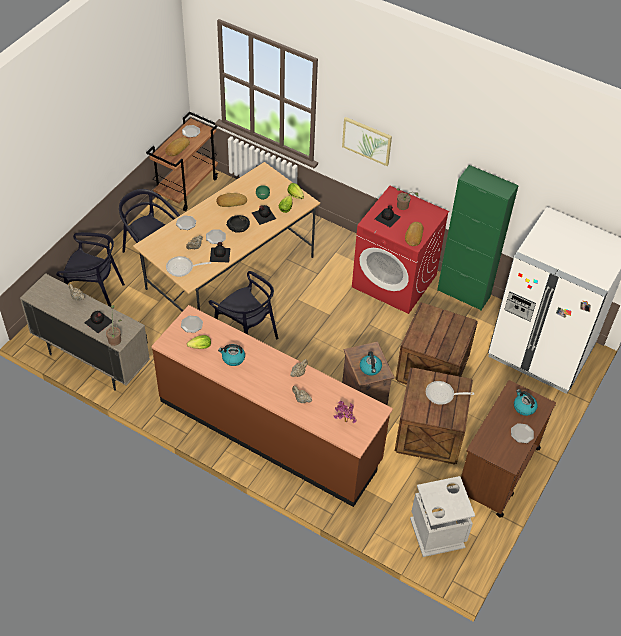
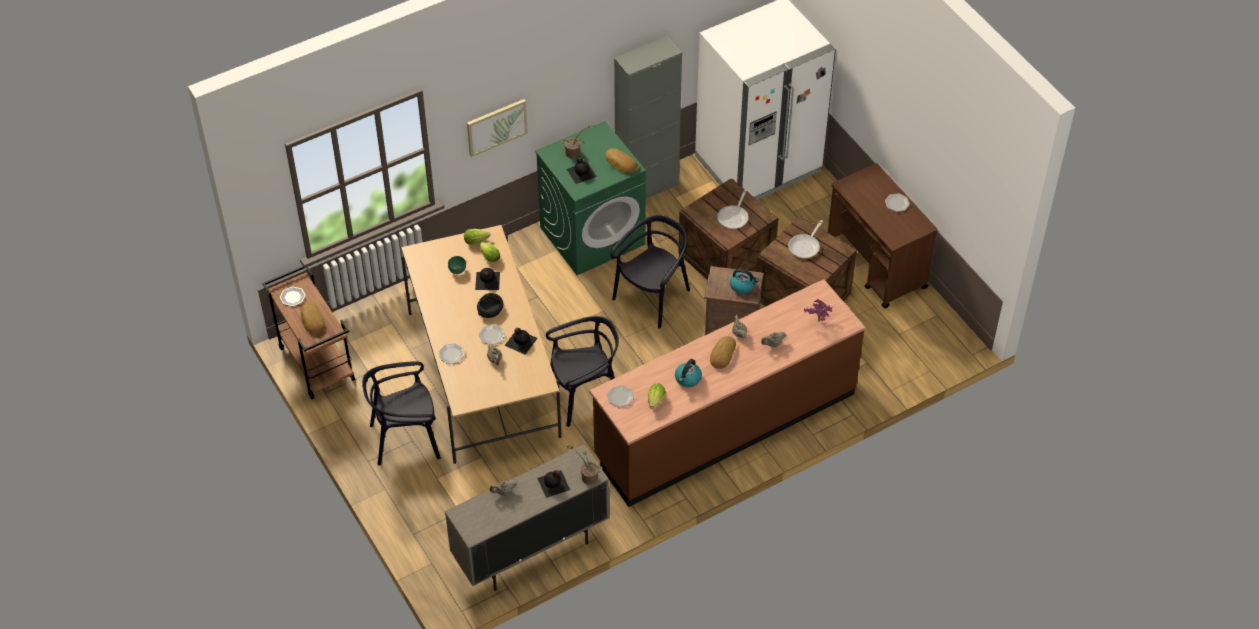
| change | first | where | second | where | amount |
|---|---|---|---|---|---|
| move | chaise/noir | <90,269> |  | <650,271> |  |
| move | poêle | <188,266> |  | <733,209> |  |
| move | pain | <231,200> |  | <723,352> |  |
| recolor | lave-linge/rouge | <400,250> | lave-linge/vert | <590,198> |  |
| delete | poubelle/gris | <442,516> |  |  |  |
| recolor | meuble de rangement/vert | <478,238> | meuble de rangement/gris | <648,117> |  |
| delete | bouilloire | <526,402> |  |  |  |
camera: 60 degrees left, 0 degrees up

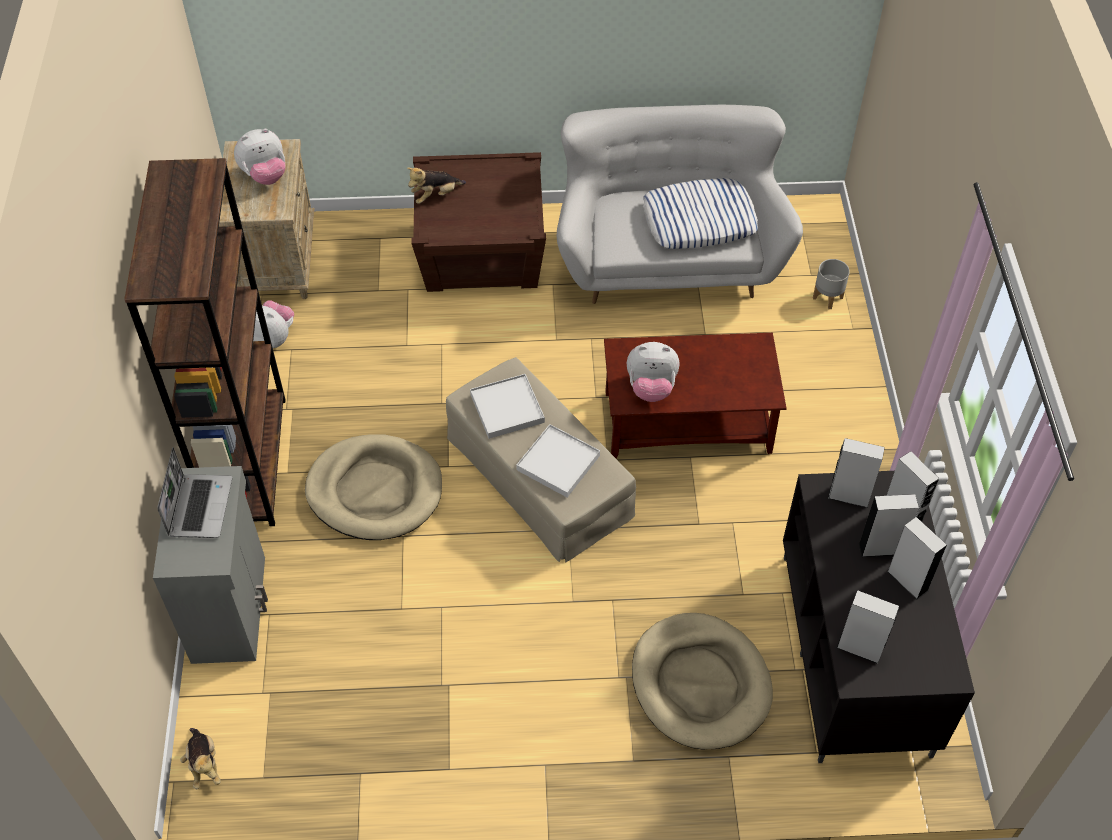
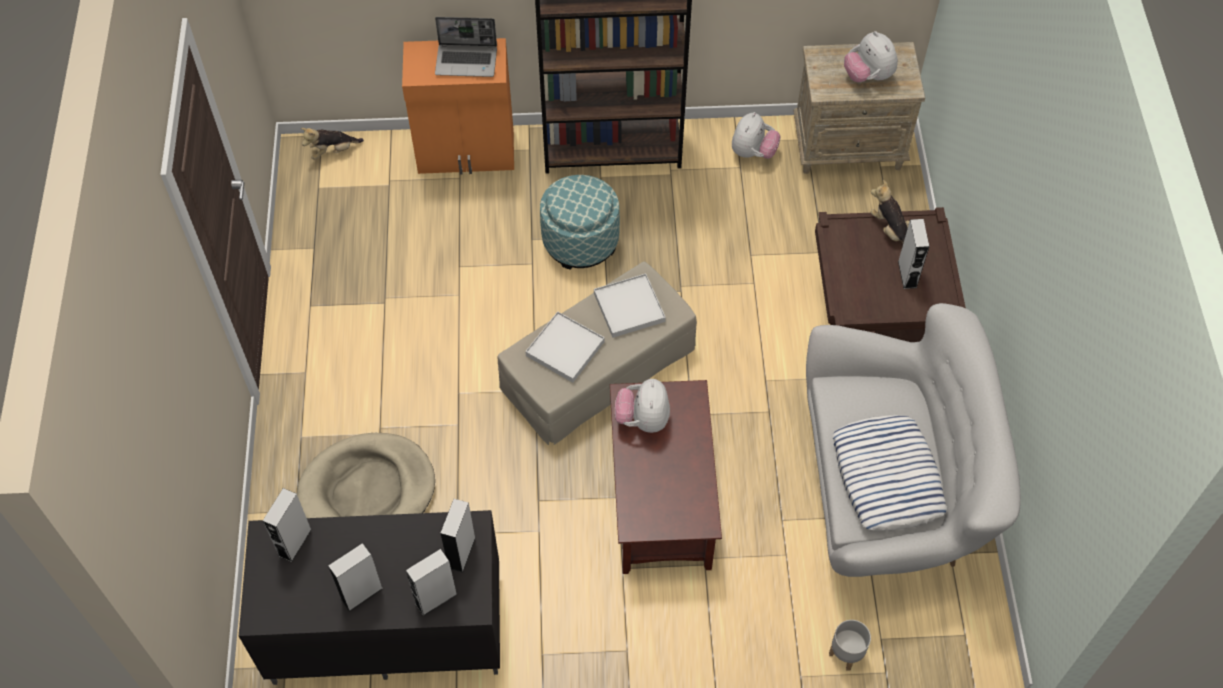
| change | first | where | second | where | amount |
|---|---|---|---|---|---|
| recolor | meuble de rangement/gris | <210,565> | meuble de rangement/orange | <458,106> |  |
| replace | panier pour chien/beige | <373,487> | pouf | <580,222> |  |
| move | enceinte/gris | <888,525> |  | <913,254> |  |
camera: 90 degrees right, 5 degrees up

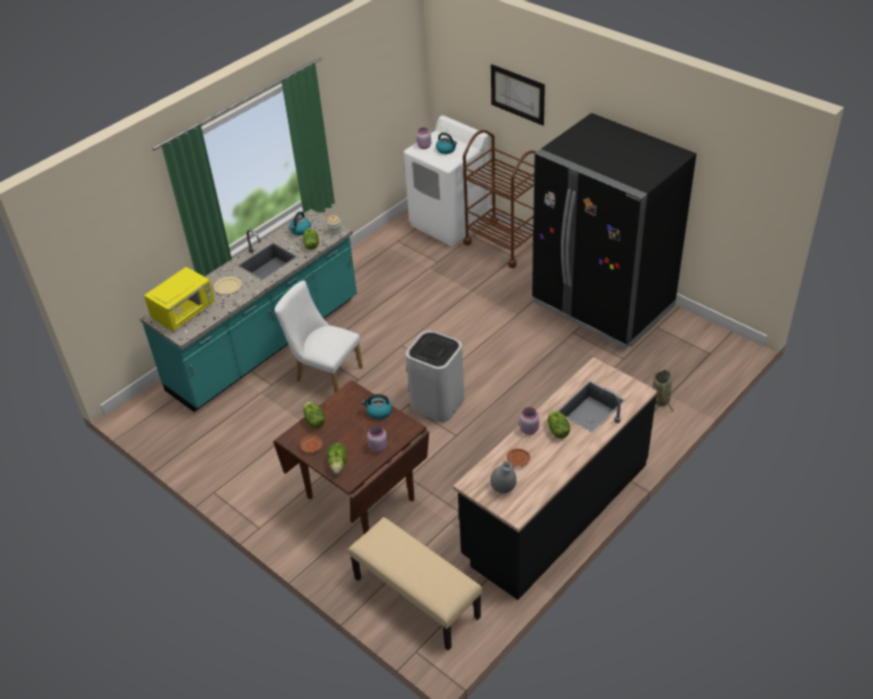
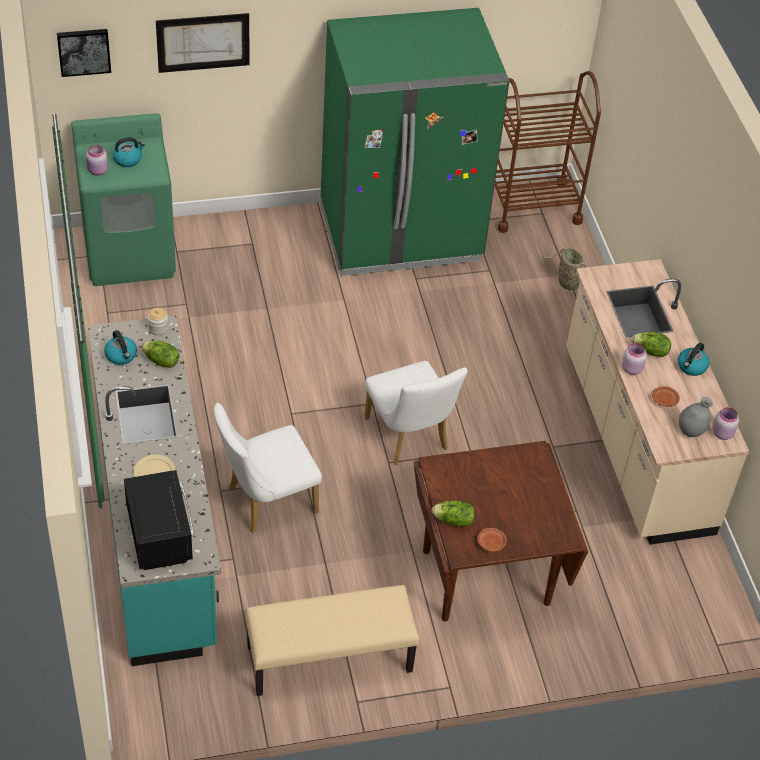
| change | first | where | second | where | amount |
|---|---|---|---|---|---|
| recolor | micro-ondes/jaune | <179,299> | micro-ondes/noir | <158,520> |  |
| delete | laitue | <337,458> |  |  |  |
| move | banc/beige | <415,584> |  | <332,640> |  |
| move | bouilloire | <377,407> |  | <693,359> |  |
| move | bocal/rose | <377,438> |  | <725,423> |  |
| recolor | lave-linge/blanc | <447,180> | lave-linge/vert | <123,199> |  |
| replace | poubelle/blanc | <435,376> | chaise/blanc | <416,413> |  |
| recolor | comptoir de cuisine/noir | <555,478> | comptoir de cuisine/beige | <657,402> |  |
| move | chariot/marron | <499,199> |  | <548,152> |  |
| recolor | réfrigérateur/noir | <614,231> | réfrigérateur/vert | <415,142> |  |
| insert |  |  | tableau | <84,53> |  |
camera: 60 degrees left, 5 degrees up

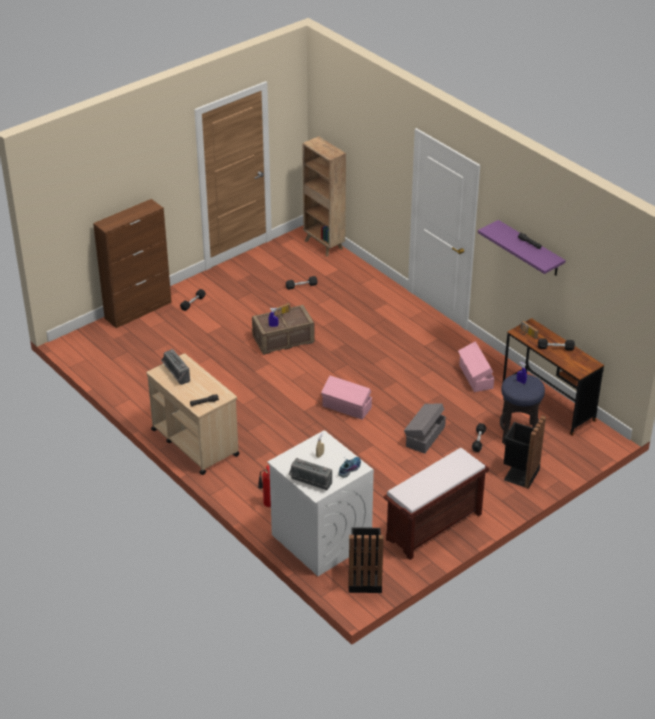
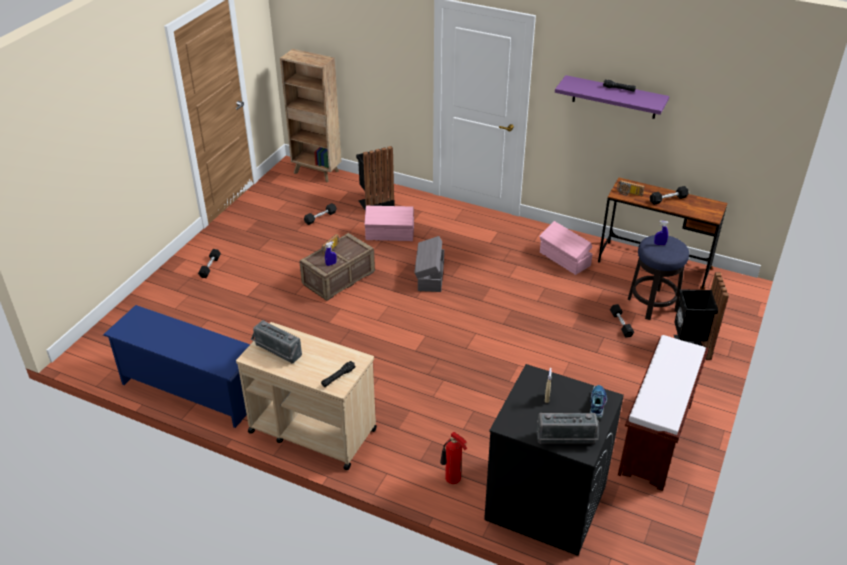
| change | first | where | second | where | amount |
|---|---|---|---|---|---|
| delete | meuble de rangement/marron | <132,263> |  |  |  |
| recolor | lave-linge/blanc | <320,503> | lave-linge/noir | <554,460> |  |
| move | boîte de rangement/rose | <346,398> |  | <389,223> |  |
| move | poubelle/noir | <366,560> |  | <375,178> |  |
| move | boîte de rangement/gris | <425,428> |  | <429,264> |  |
| insert |  |  | étagère à chaussures/bleu | <176,366> |  |
camera: 25 degrees left, 0 degrees up

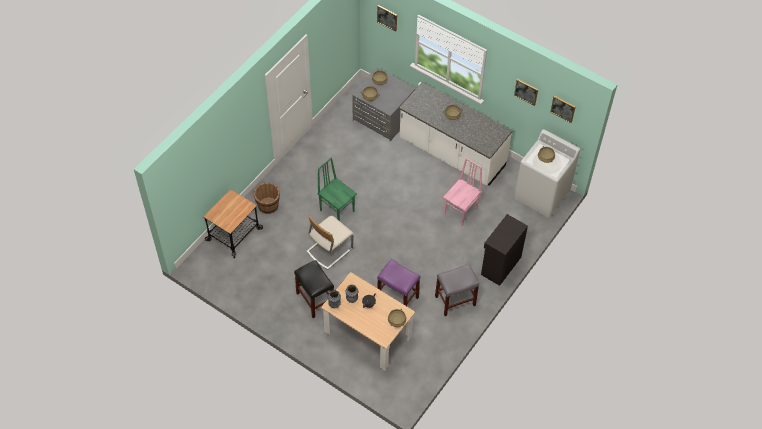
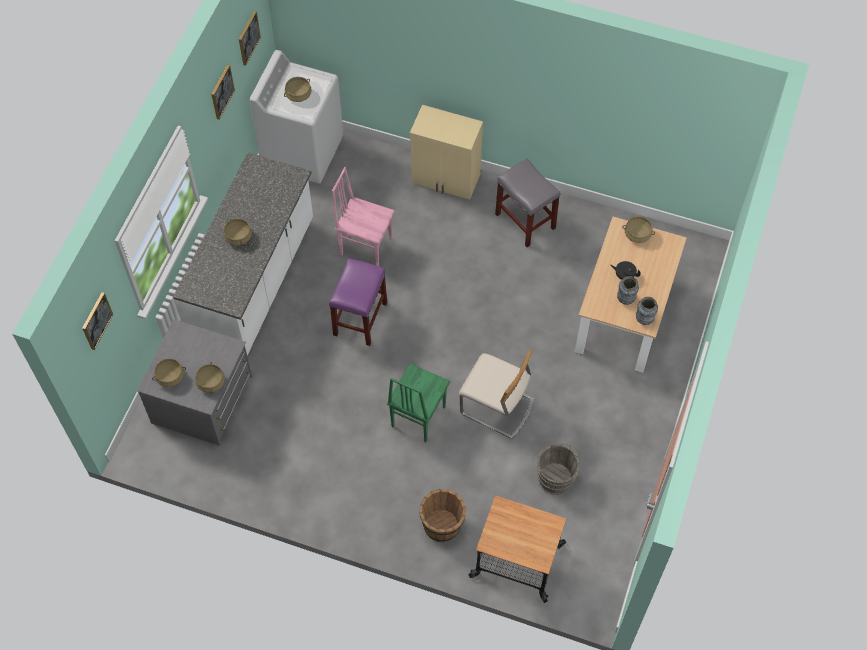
| change | first | where | second | where | amount |
|---|---|---|---|---|---|
| delete | tabouret/noir | <314,289> |  |  |  |
| move | tabouret/violet | <399,282> |  | <358,302> |  |
| recolor | meuble de rangement/noir | <504,250> | meuble de rangement/beige | <446,152> |  |
| insert |  |  | seau/gris | <555,469> |  |
camera: 105 degrees left, 5 degrees up

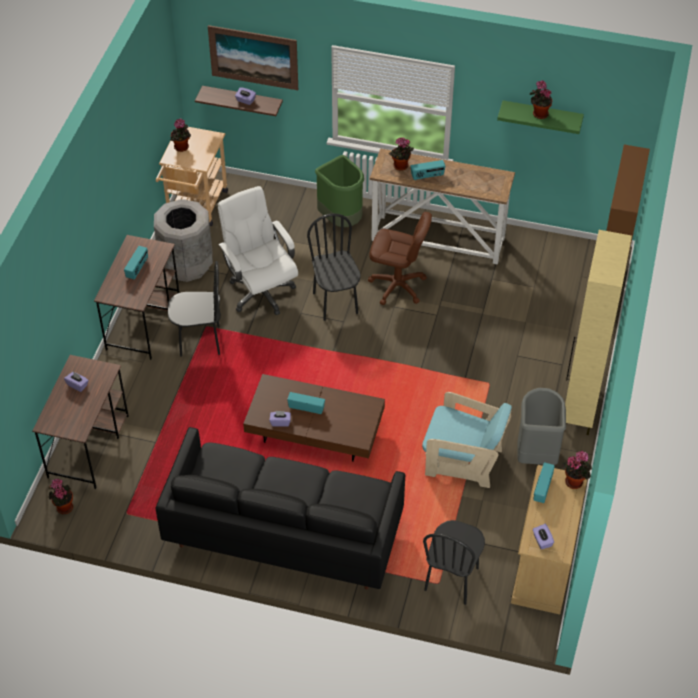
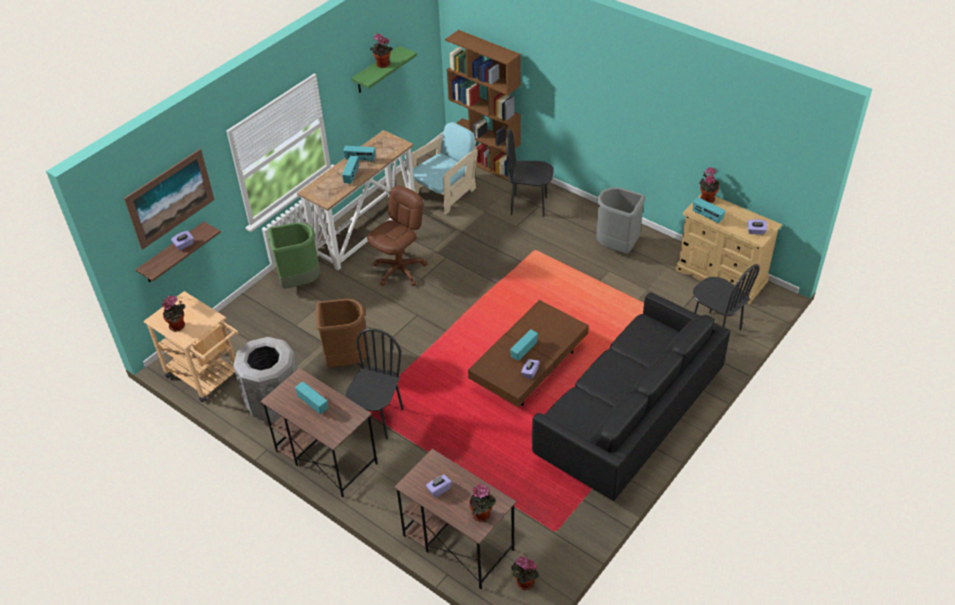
| change | first | where | second | where | amount |
|---|---|---|---|---|---|
| replace | chaise de bureau/blanc | <258,250> | poubelle/marron | <342,333> |  |
| move | chaise/noir | <334,267> |  | <530,173> |  |
| move | plante en pot | <401,154> |  | <482,503> |  |
| move | fauteuil/turquoise | <467,440> |  | <444,168> |  |
| delete | meuble de rangement/beige | <598,332> |  |  |  |
| insert |  |  | radio | <359,154> |  |
camera: 65 degrees left, 5 degrees down

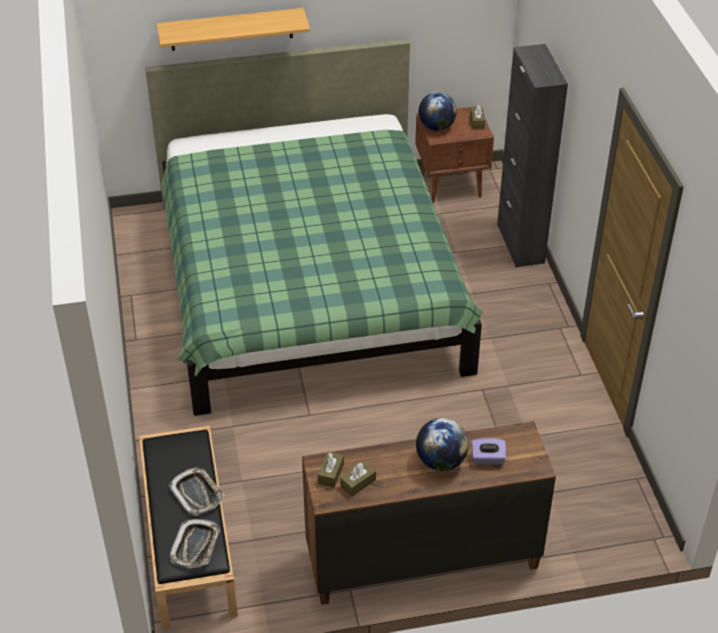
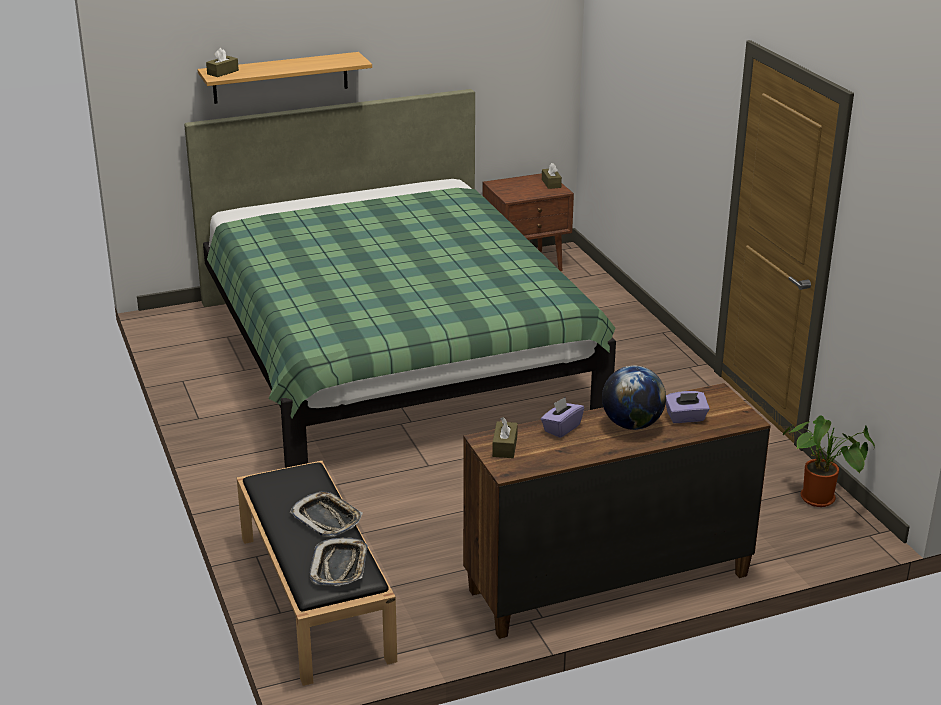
| change | first | where | second | where | amount |
|---|---|---|---|---|---|
| move | boîte à mouchoirs/marron | <358,479> |  | <222,62> |  |
| delete | globe | <438,111> |  |  |  |
| delete | meuble de rangement/noir | <532,155> |  |  |  |
| insert |  |  | boîte à mouchoirs/violet | <562,417> |  |
| insert |  |  | plante en pot | <829,461> |  |
camera: 10 degrees left, 15 degrees down

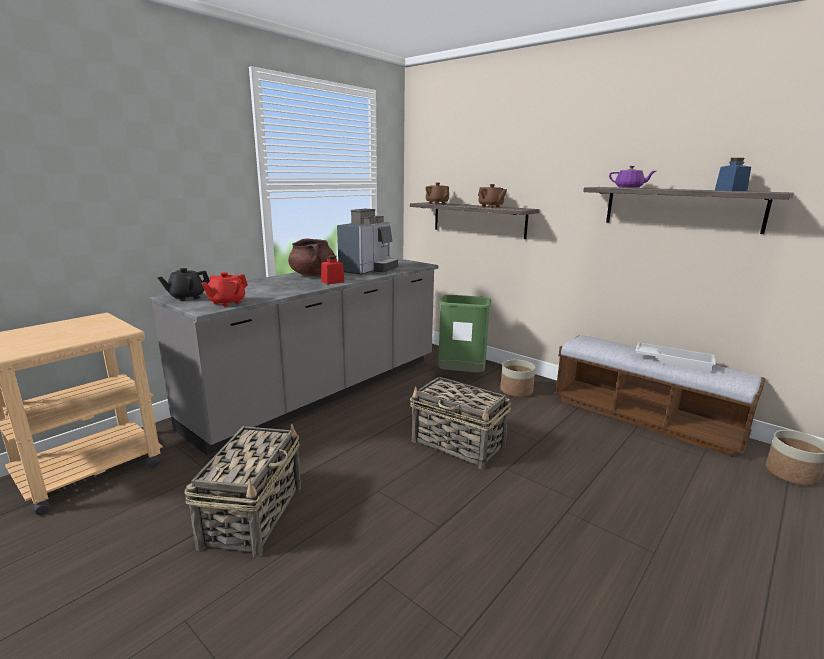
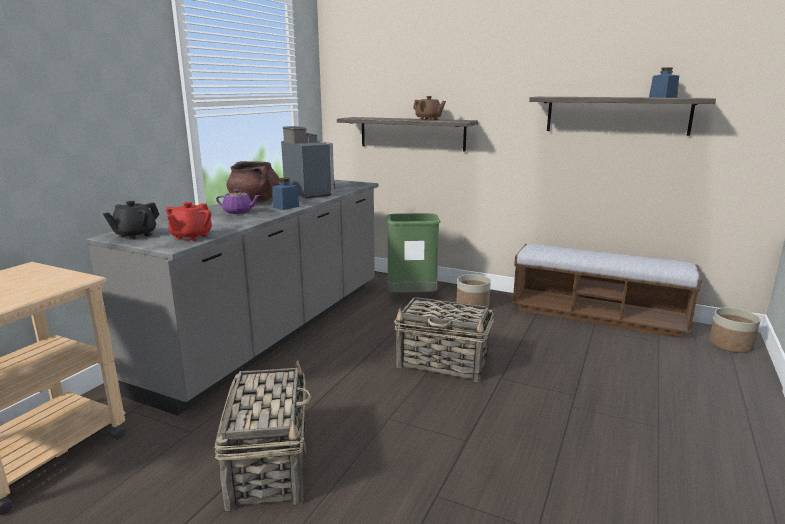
| change | first | where | second | where | amount |
|---|---|---|---|---|---|
| recolor | bocal/rouge | <332,269> | bocal/bleu | <285,194> |  |
| rotate | machine à café | <367,242> |  | <308,162> | 45 degrees counterclockwise |
| delete | théière/marron | <437,193> |  |  |  |
| move | théière/violet | <632,177> |  | <238,201> |  |
| delete | plateau/blanc | <675,357> |  |  |  |
camera: 15 degrees left, 0 degrees up

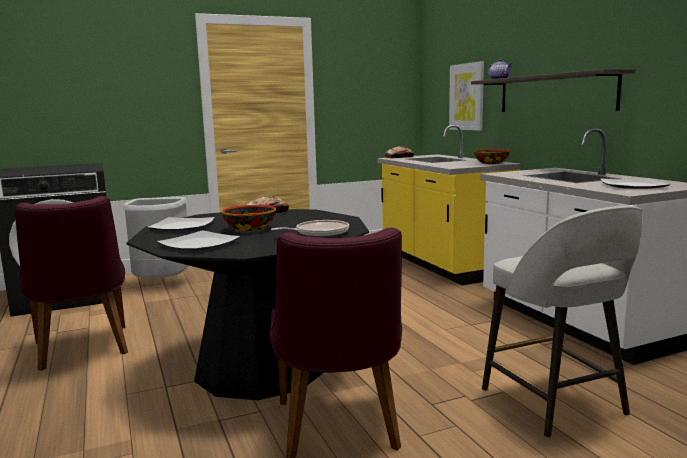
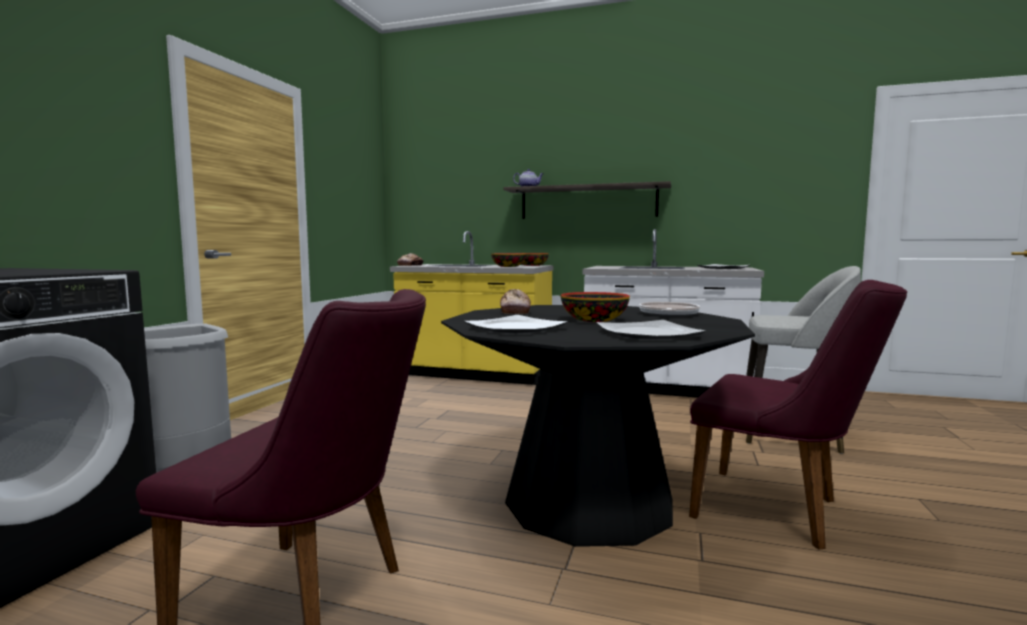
| change | first | where | second | where | amount |
|---|---|---|---|---|---|
| delete | tableau | <466,96> |  |  |  |
| insert |  |  | bol | <508,260> |  |
camera: 50 degrees left, 5 degrees down

